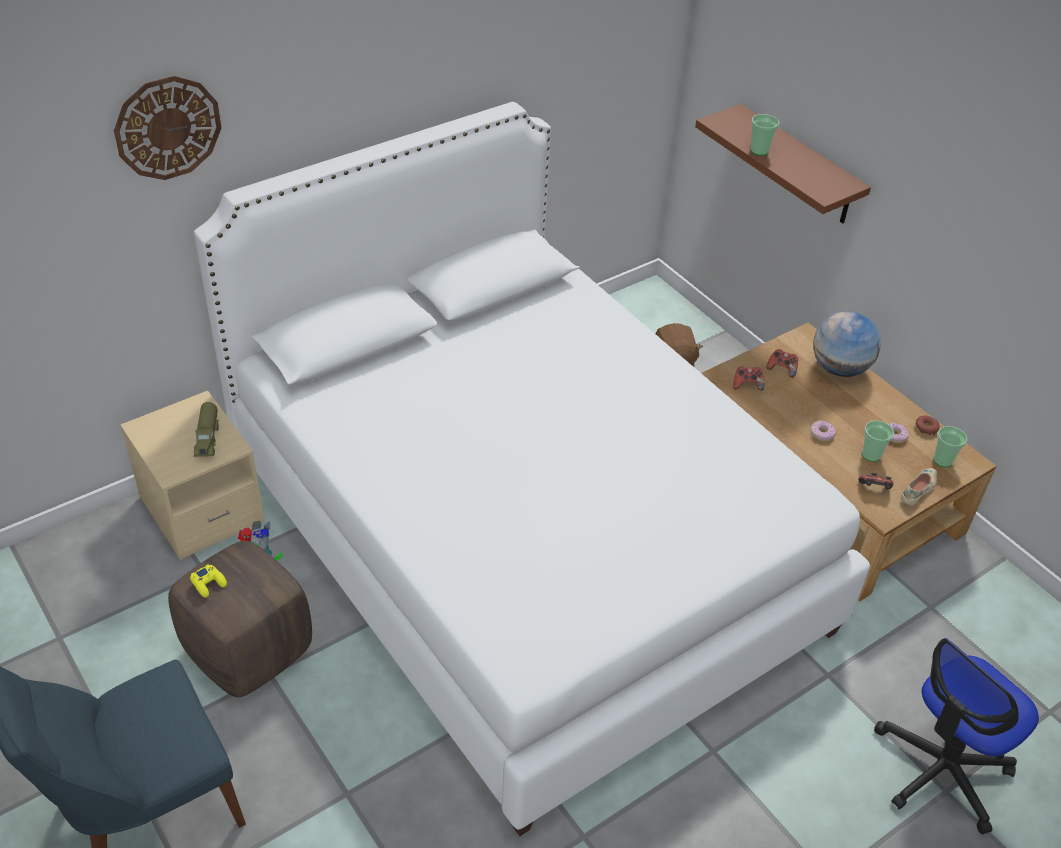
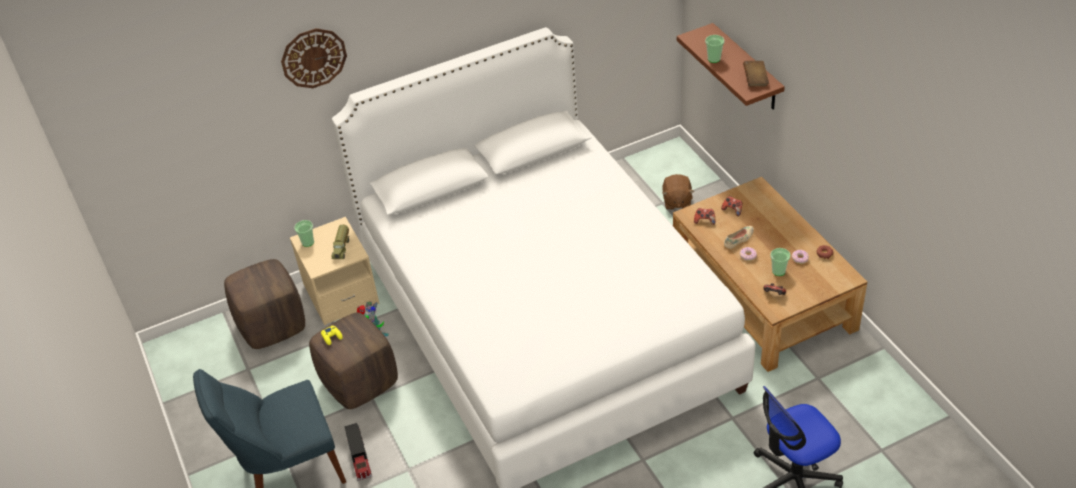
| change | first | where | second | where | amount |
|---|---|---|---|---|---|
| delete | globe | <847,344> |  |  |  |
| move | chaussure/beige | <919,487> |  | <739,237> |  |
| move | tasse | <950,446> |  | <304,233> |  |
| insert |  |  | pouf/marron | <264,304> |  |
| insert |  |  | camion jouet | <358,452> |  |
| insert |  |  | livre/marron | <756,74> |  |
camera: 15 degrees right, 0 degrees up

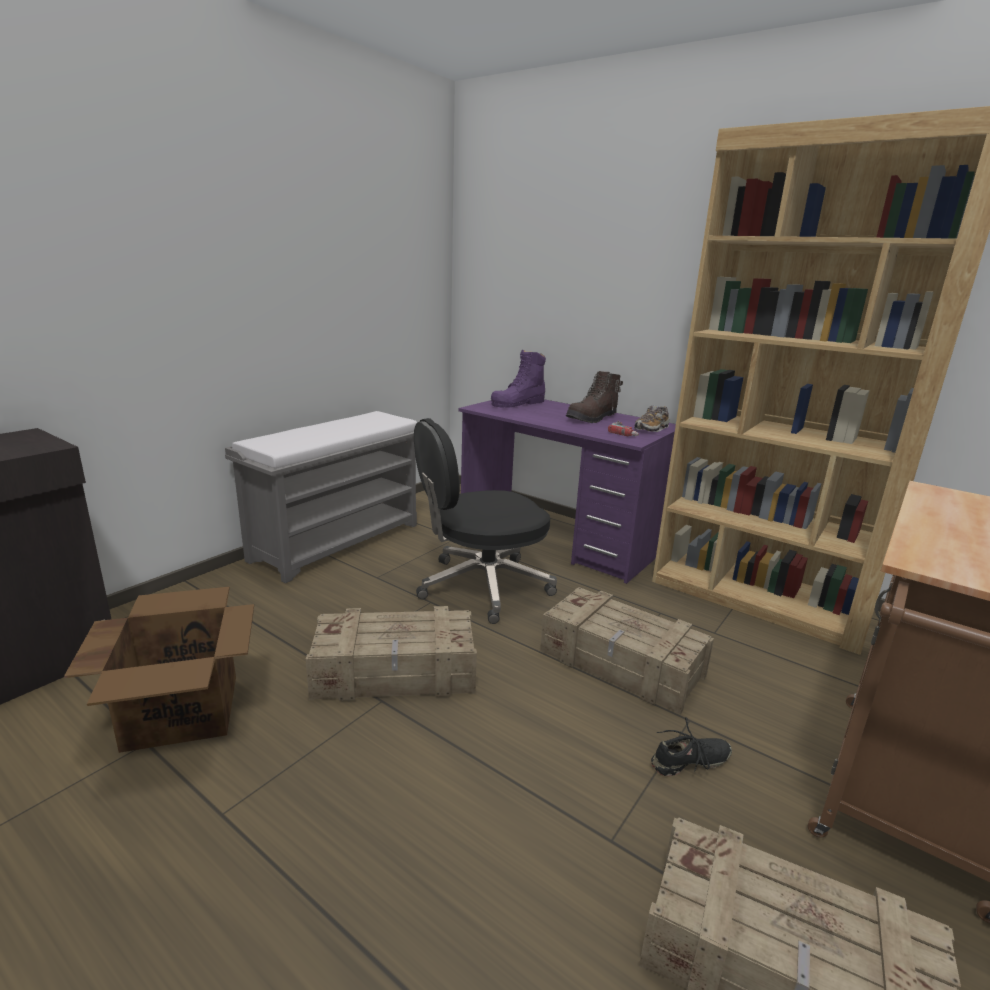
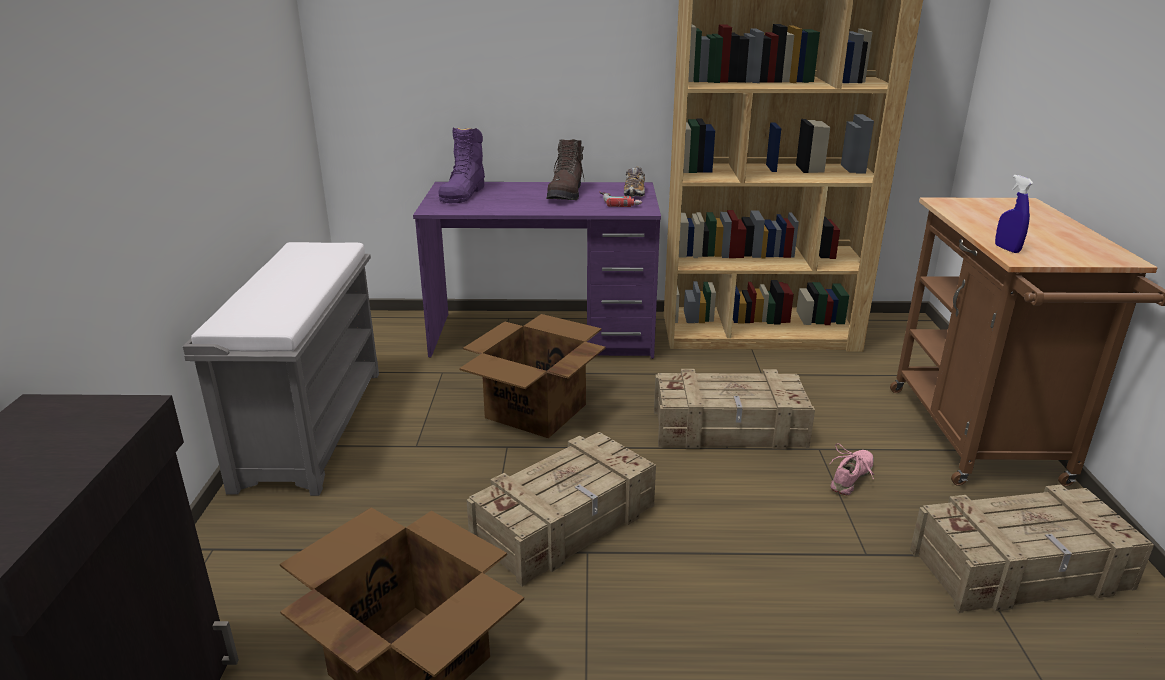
| change | first | where | second | where | amount |
|---|---|---|---|---|---|
| replace | chaise de bureau/noir | <485,521> | carton | <532,376> |  |
| recolor | chaussure/noir | <691,746> | chaussure/rose | <852,470> |  |
| insert |  |  | vaporisateur/bleu | <1014,214> |  |
camera: 35 degrees left, 5 degrees up

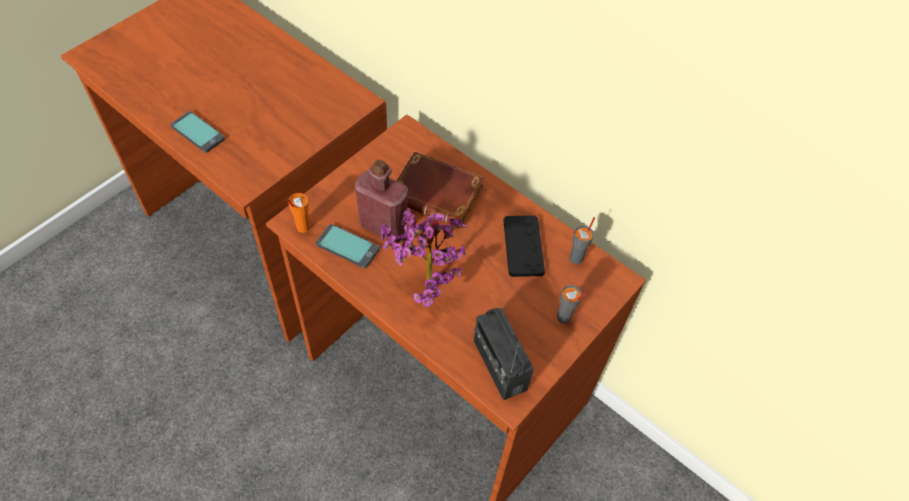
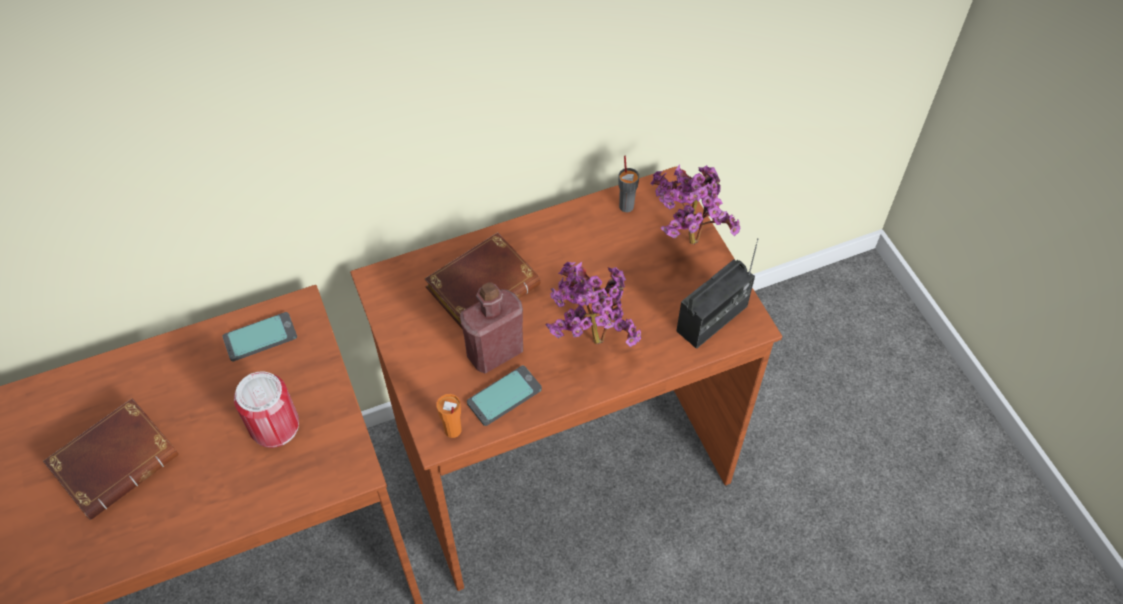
| change | first | where | second | where | amount |
|---|---|---|---|---|---|
| move | téléphone | <197,132> |  | <259,336> |  |
| rotate | radio | <503,354> |  | <717,293> | 45 degrees counterclockwise |
| delete | manette/noir | <524,246> |  |  |  |
| replace | tasse/gris | <572,304> | plante en pot | <695,205> |  |
| insert |  |  | livre/marron | <111,459> |  |
| insert |  |  | boîte métallique | <266,410> |  |
camera: 60 degrees left, 0 degrees up

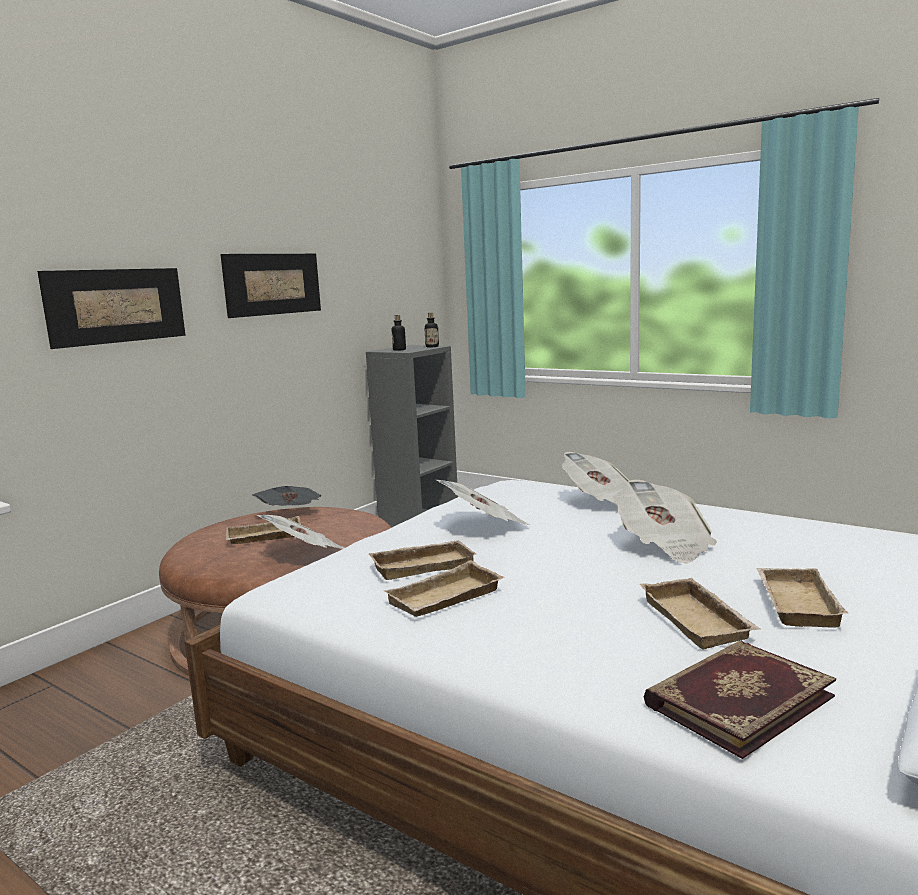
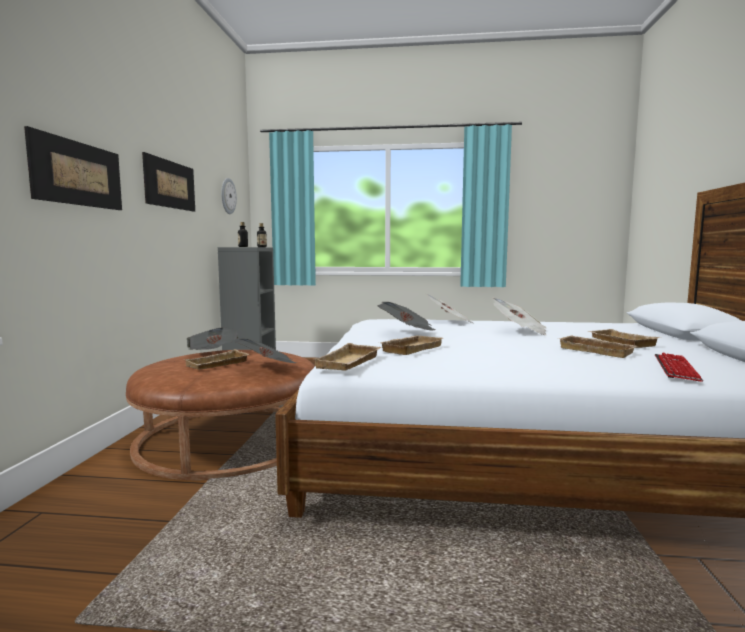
| change | first | where | second | where | amount |
|---|---|---|---|---|---|
| move | plateau/beige | <444,588> |  | <348,357> |  |
| replace | livre | <740,700> | clavier | <679,367> |  |
| insert |  |  | horloge murale | <229,196> |  |
camera: 30 degrees left, 5 degrees down

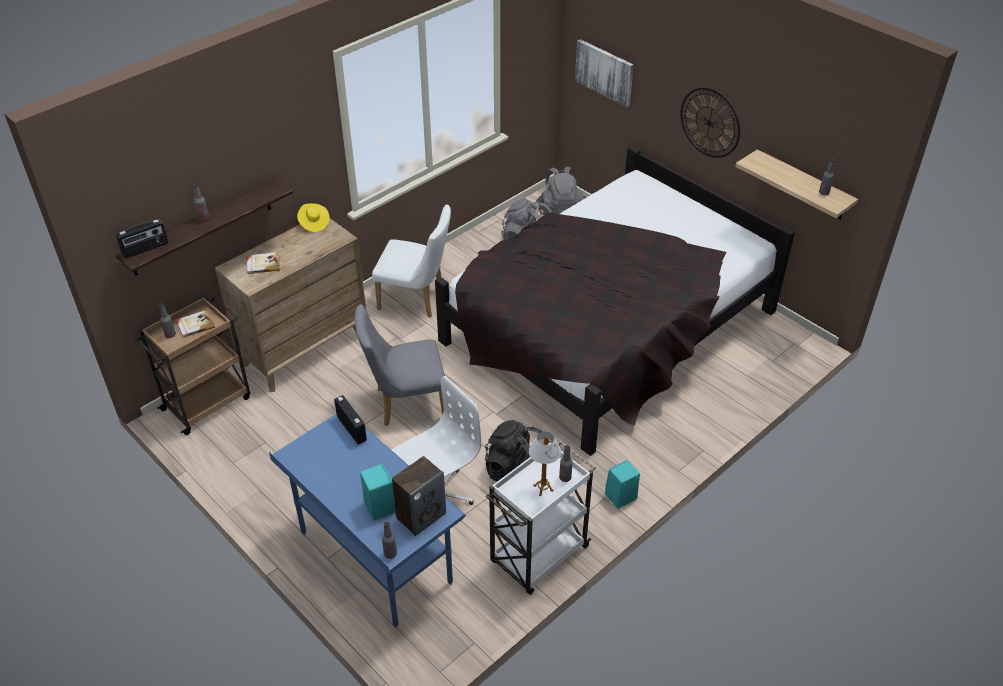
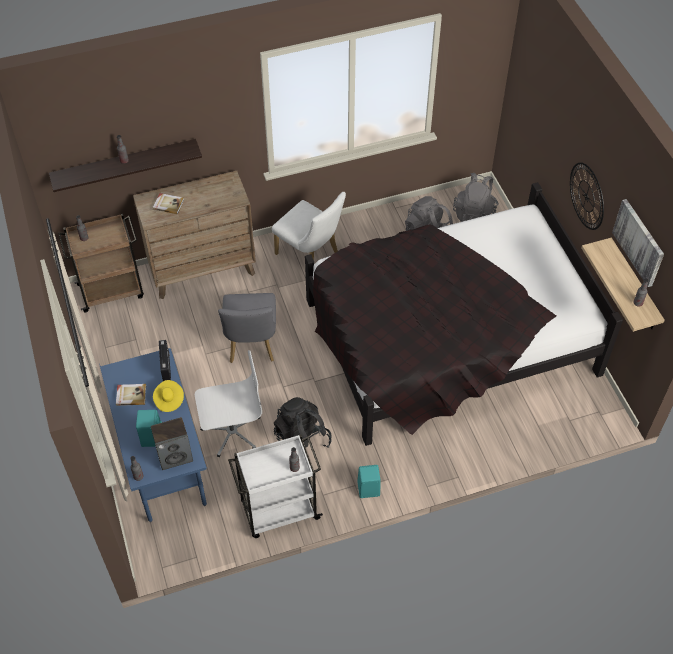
| change | first | where | second | where | amount |
|---|---|---|---|---|---|
| delete | radio | <142,238> |  |  |  |
| move | livre | <195,324> |  | <131,395> |  |
| move | chapeau/jaune | <313,217> |  | <168,396> |  |
| rotate | chaise/gris | <400,365> |  | <247,328> | 105 degrees counterclockwise |
| delete | lampe de table | <545,464> |  |  |  |
| move | tableau | <604,73> |  | <638,243> |  |
camera: 25 degrees right, 10 degrees up

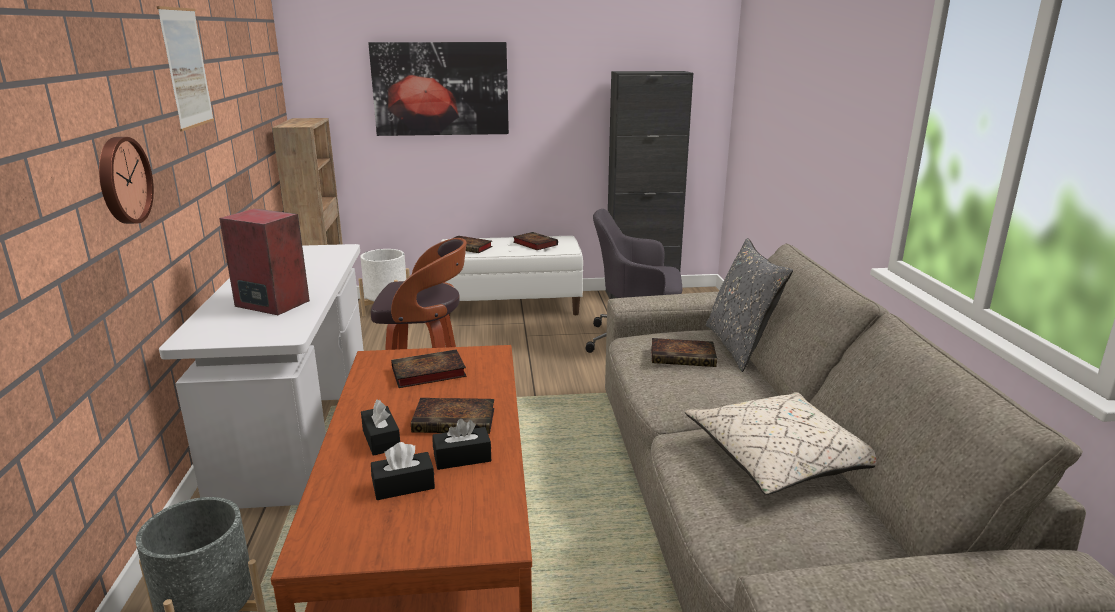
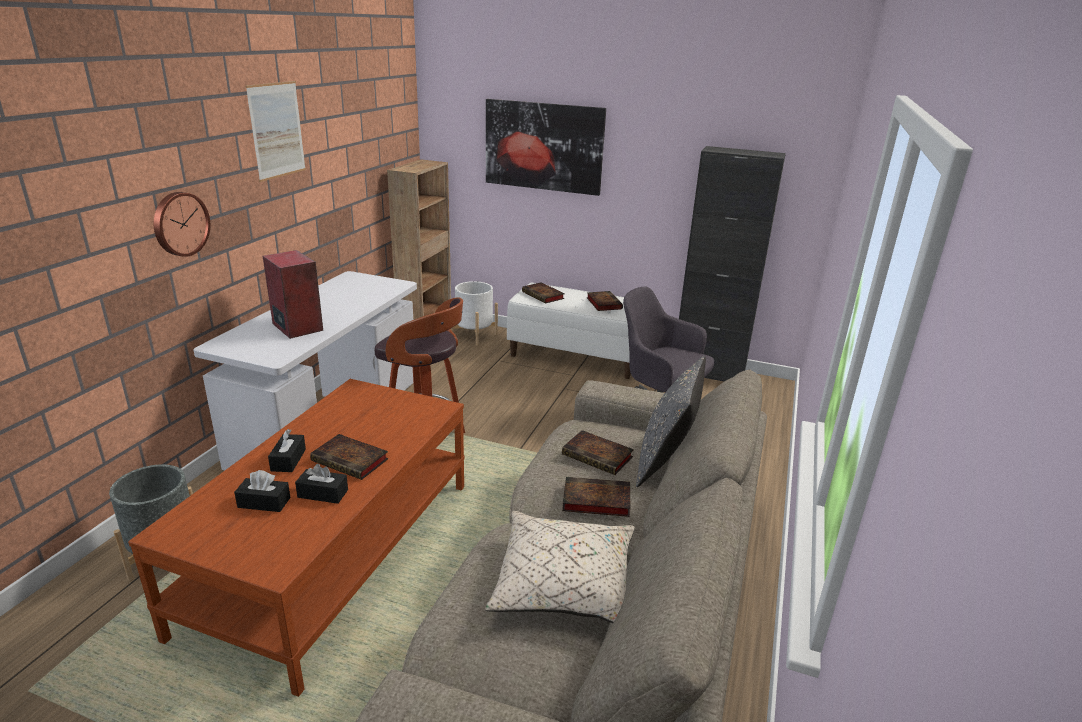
| change | first | where | second | where | amount |
|---|---|---|---|---|---|
| move | livre | <429,369> |  | <596,497> |  |
camera: 25 degrees right, 5 degrees up

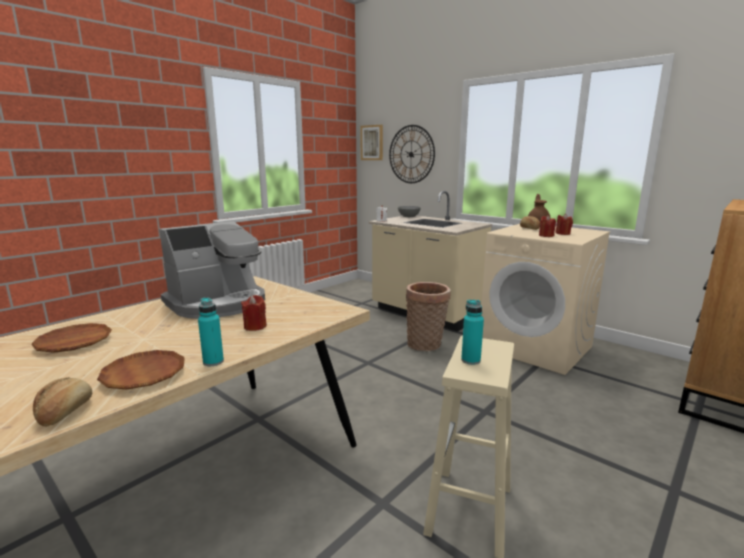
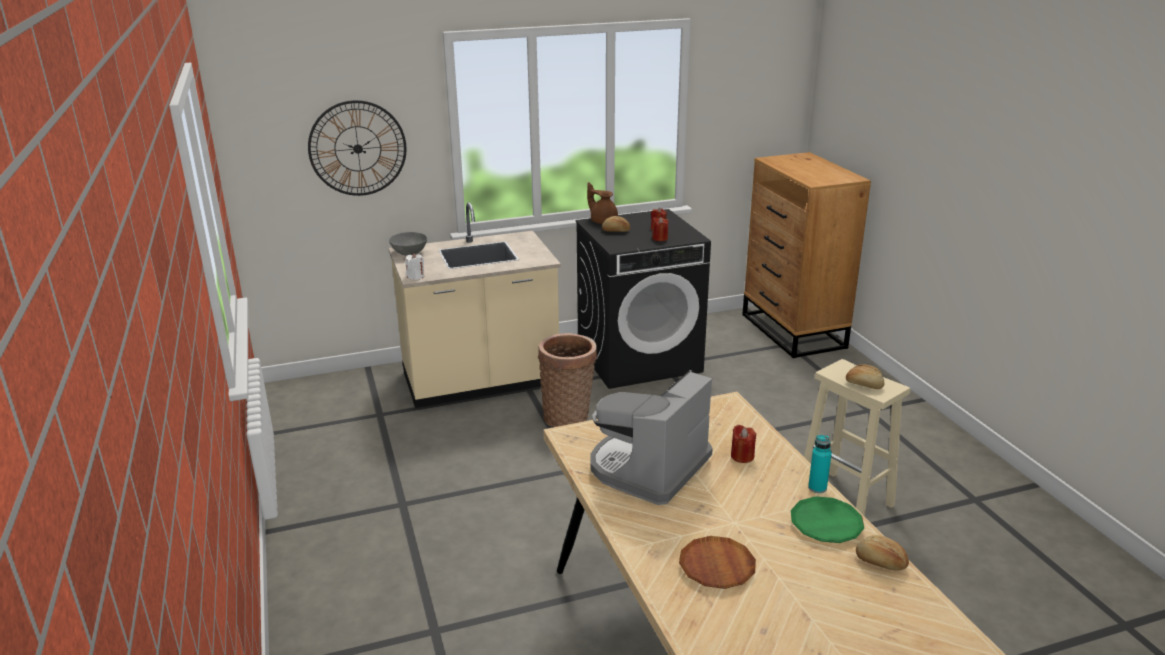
| change | first | where | second | where | amount |
|---|---|---|---|---|---|
| recolor | assiette/marron | <140,369> | assiette/vert | <827,519> |  |
| rotate | machine à café | <212,270> |  | <651,437> | 135 degrees counterclockwise |
| delete | tableau | <371,142> |  |  |  |
| replace | bouteille/turquoise | <472,332> | pain | <865,376> |  |
| recolor | lave-linge/beige | <546,299> | lave-linge/noir | <643,299> |  |
camera: 60 degrees left, 10 degrees up

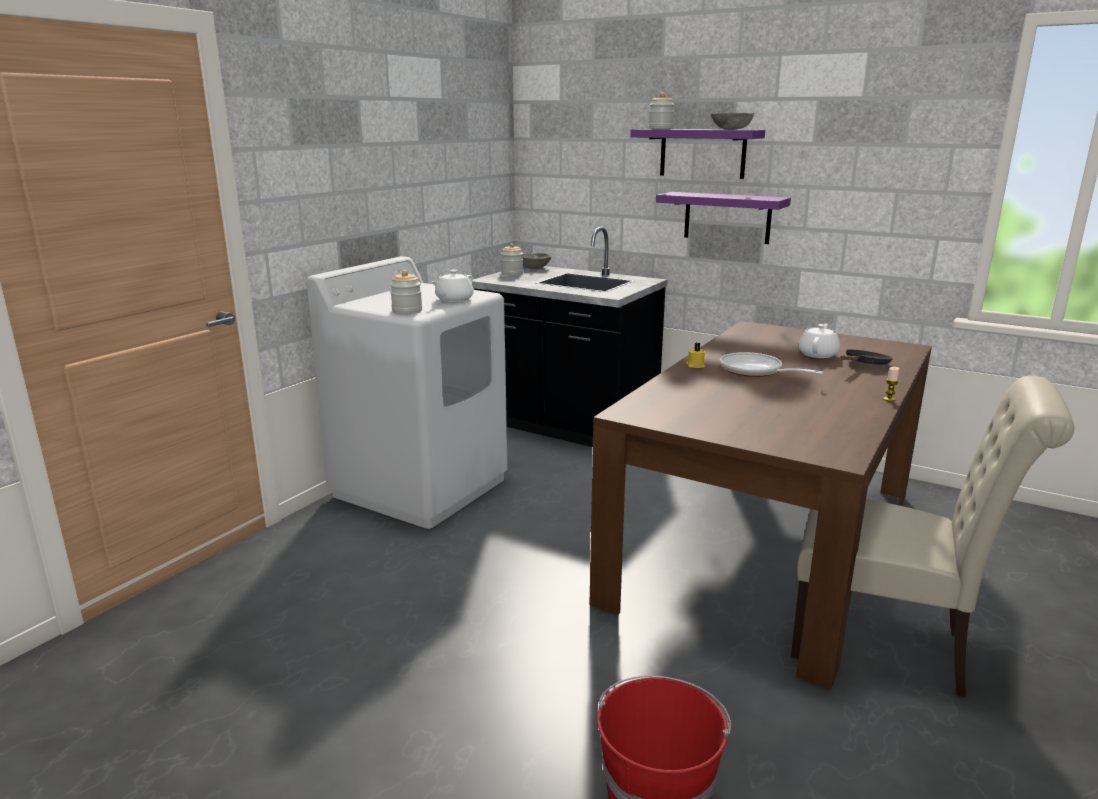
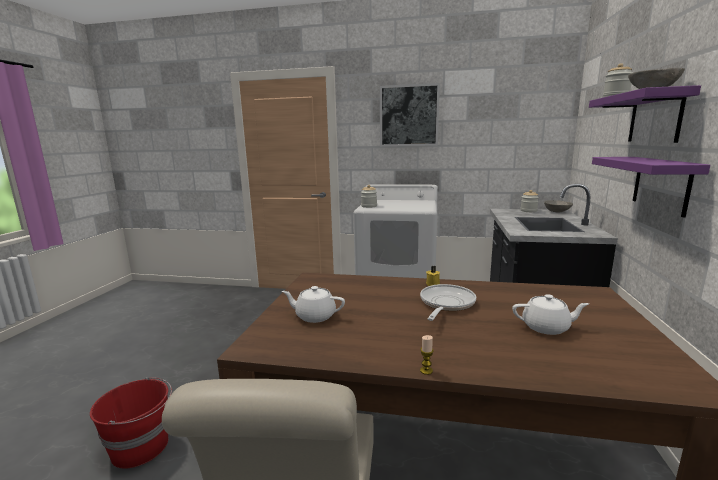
| change | first | where | second | where | amount |
|---|---|---|---|---|---|
| move | théière/blanc | <453,286> |  | <313,304> |  |
| delete | poêle/noir | <866,357> |  |  |  |
| insert |  |  | tableau | <410,114> |  |
camera: 70 degrees right, 5 degrees down

